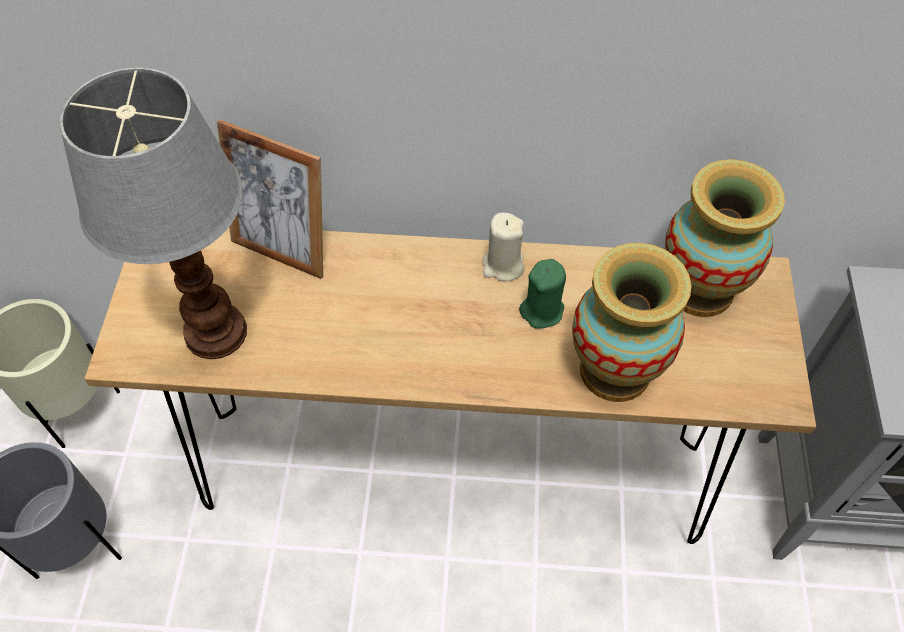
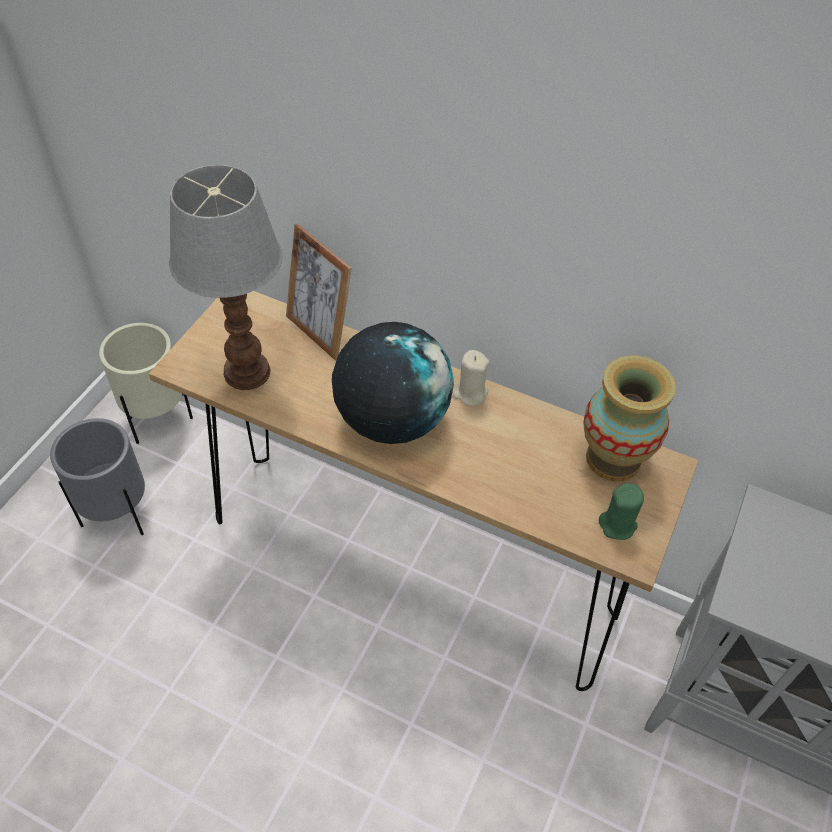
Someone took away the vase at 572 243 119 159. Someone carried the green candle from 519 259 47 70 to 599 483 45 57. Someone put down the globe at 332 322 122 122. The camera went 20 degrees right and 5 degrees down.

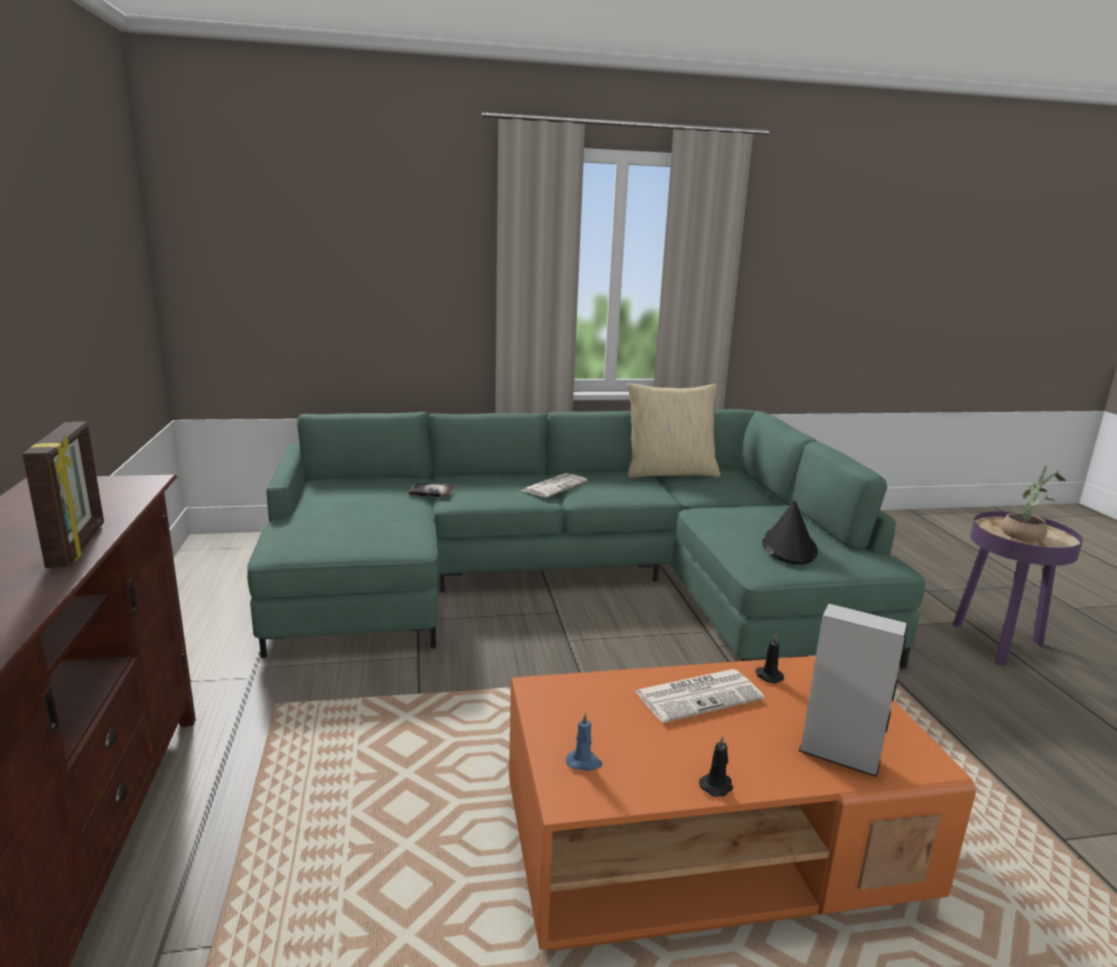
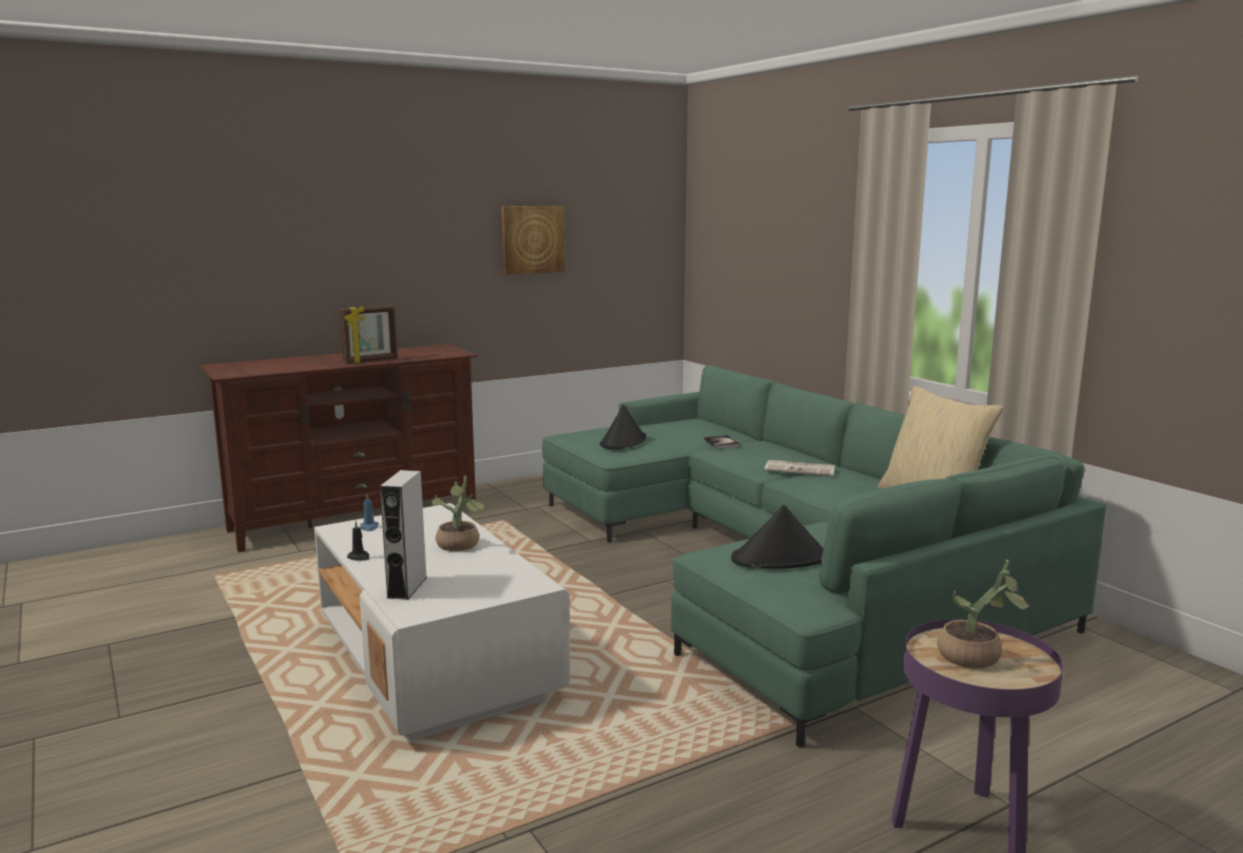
Someone took away the black candle at 755 634 29 49. Someone repainted the orange coffee table at 509 656 467 295, which became the white coffee table at 314 503 256 238. Someone swapped the newspaper at 635 669 129 54 for the potted plant at 432 475 52 76. Someone put up the picture at 501 206 64 68. Someone put down the black hat at 600 404 46 45. The camera went 70 degrees right and 5 degrees down.

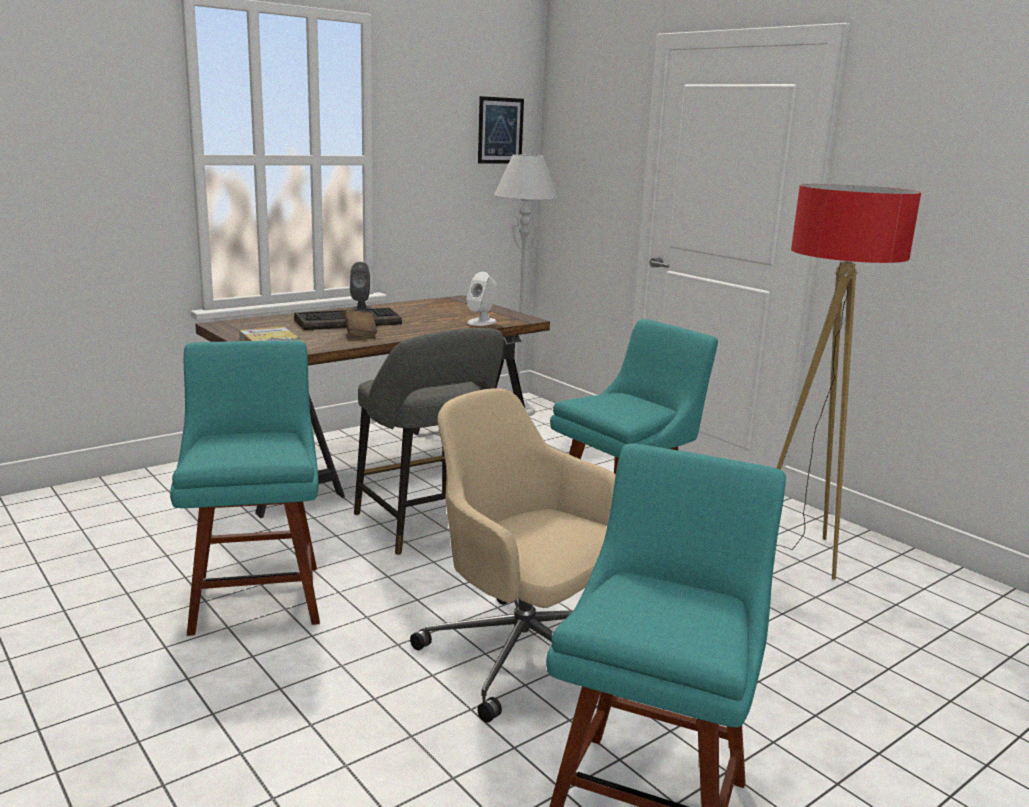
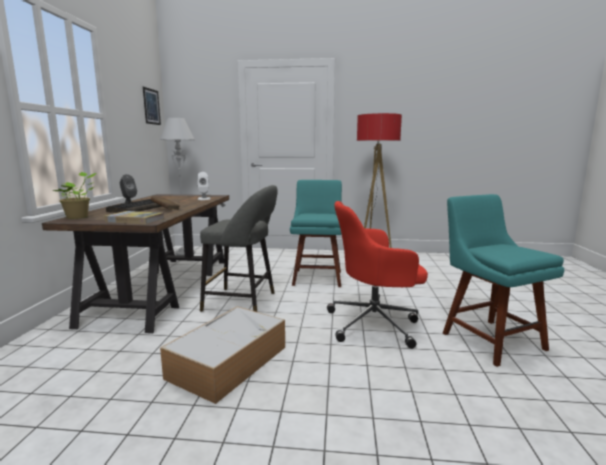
Someone swapped the turquoise chair at 170 341 150 295 for the storage box at 160 306 125 98. Someone repainted the beige office chair at 410 388 206 335, which became the red office chair at 327 201 101 148. Someone put down the potted plant at 53 172 43 47. The camera went 45 degrees left and 5 degrees down.

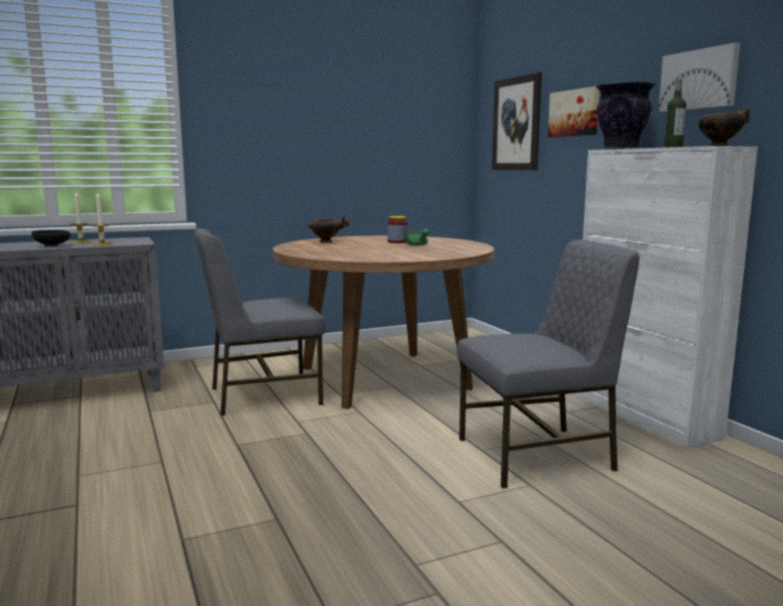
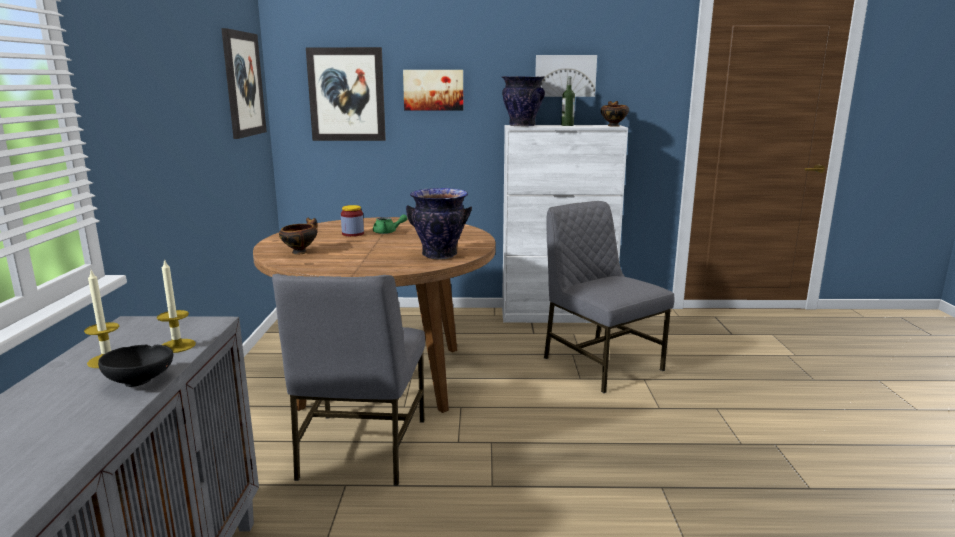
Someone rotated the grey chair at 457 240 182 249 by 45 degrees counterclockwise. Someone put up the picture at 221 28 46 111. Someone put down the vase at 406 188 66 72. The camera went 65 degrees left and 5 degrees up.

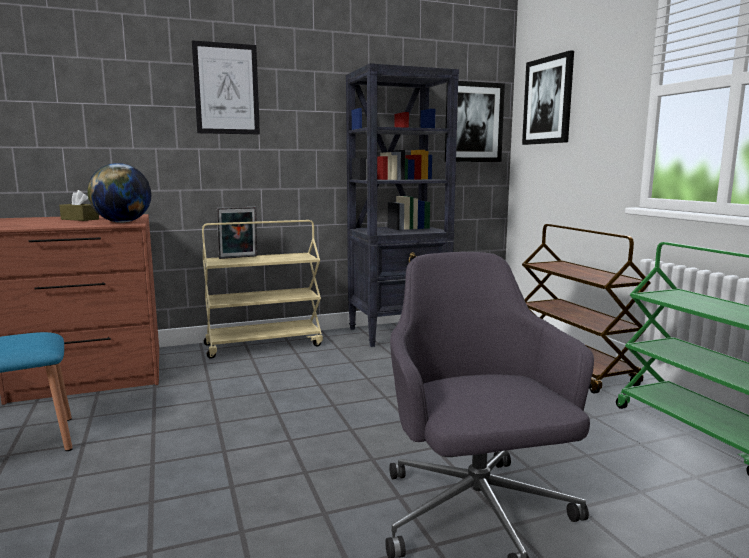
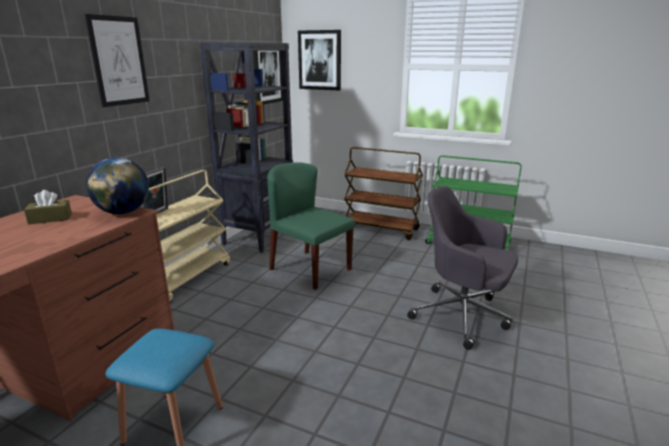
Someone put down the green chair at 267 162 88 128. The camera went 45 degrees left and 10 degrees up.

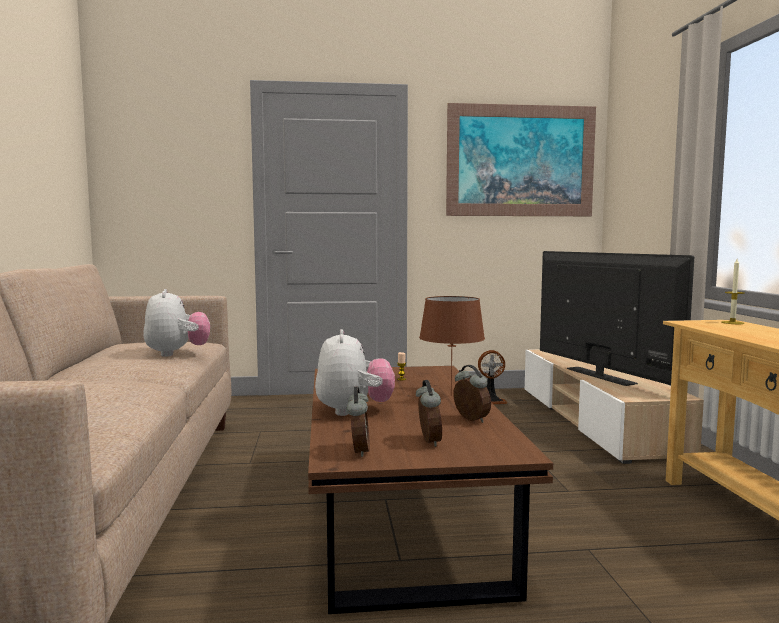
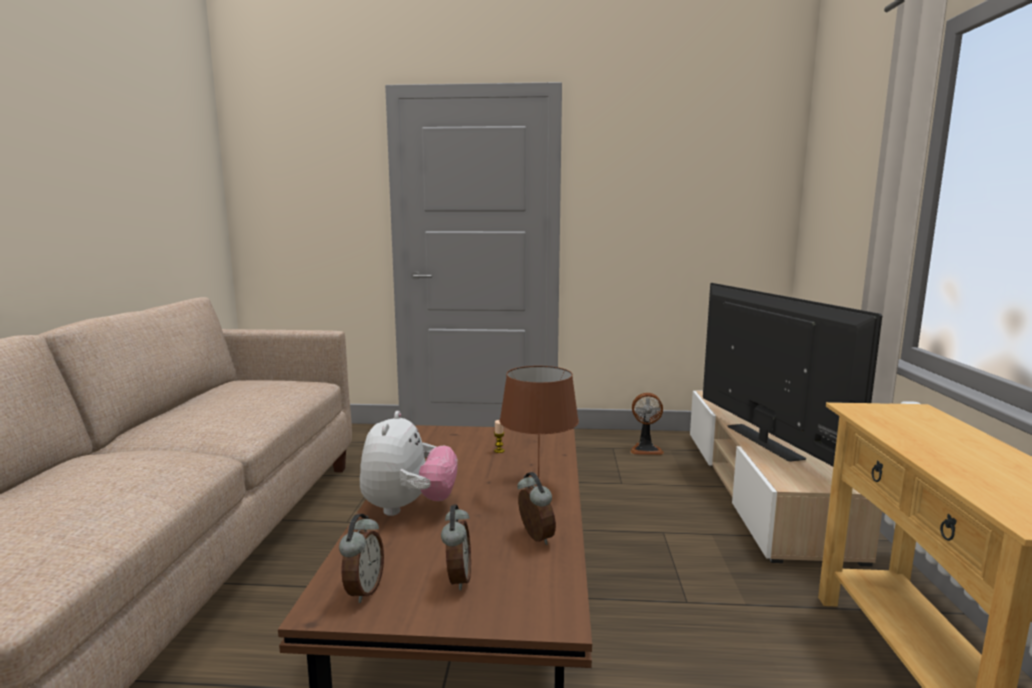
Someone took away the picture at 446 103 150 113. Someone took away the candle at 721 259 23 65. Someone took away the plush toy at 143 289 67 68. The camera went 10 degrees right and 5 degrees up.

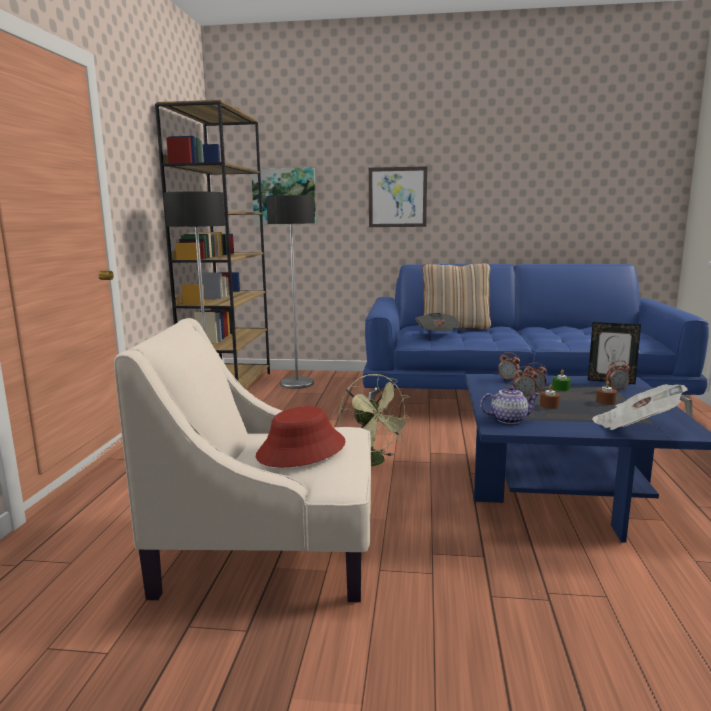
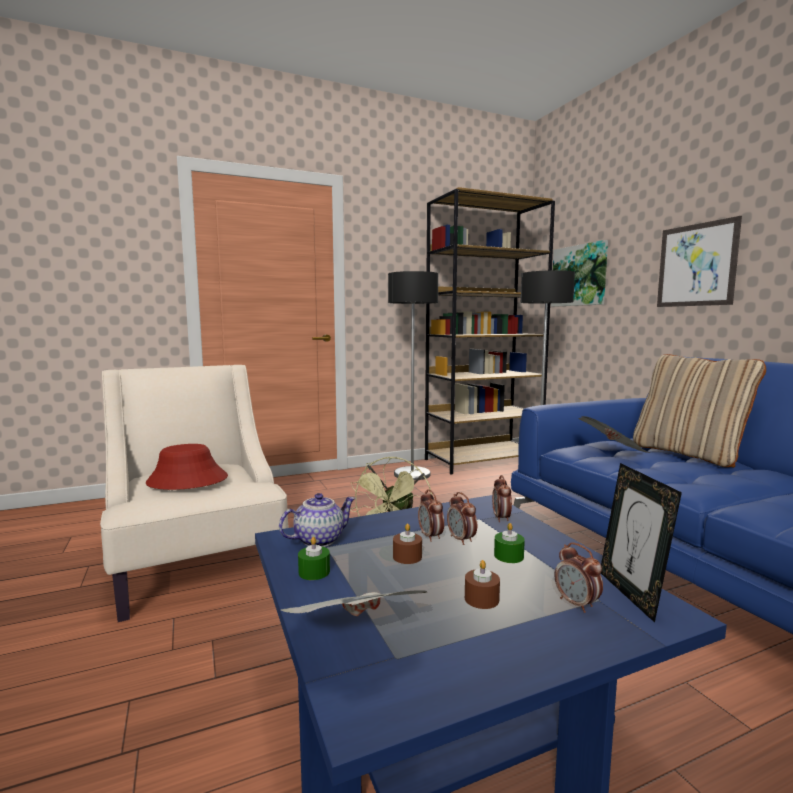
Someone rotated the teapot at 480 386 60 38 by 90 degrees counterclockwise. Someone put down the green candle at 298 537 32 43. The camera went 60 degrees right and 5 degrees down.

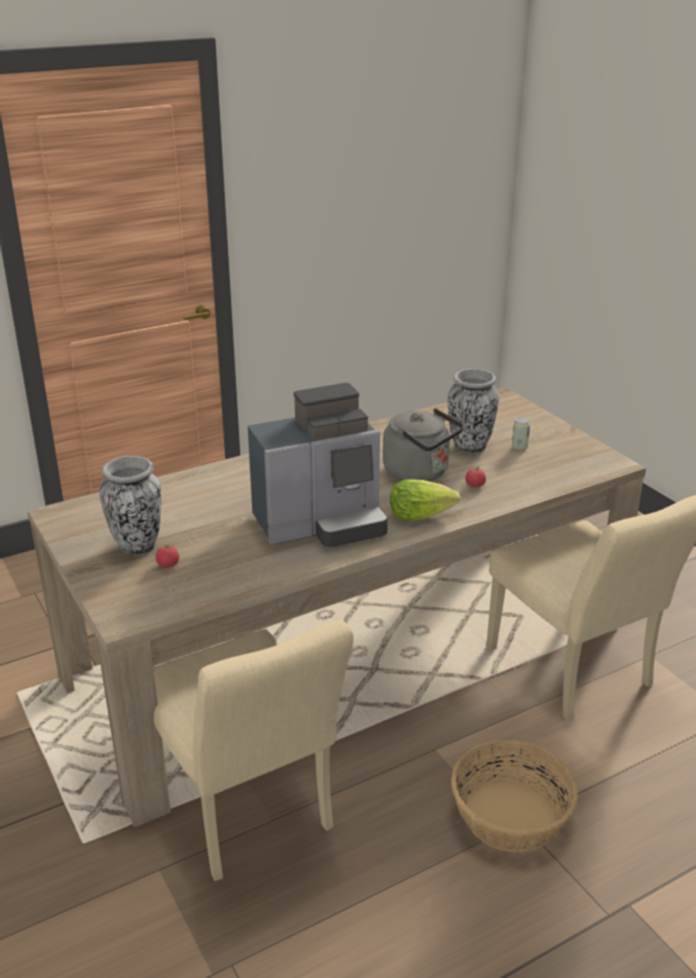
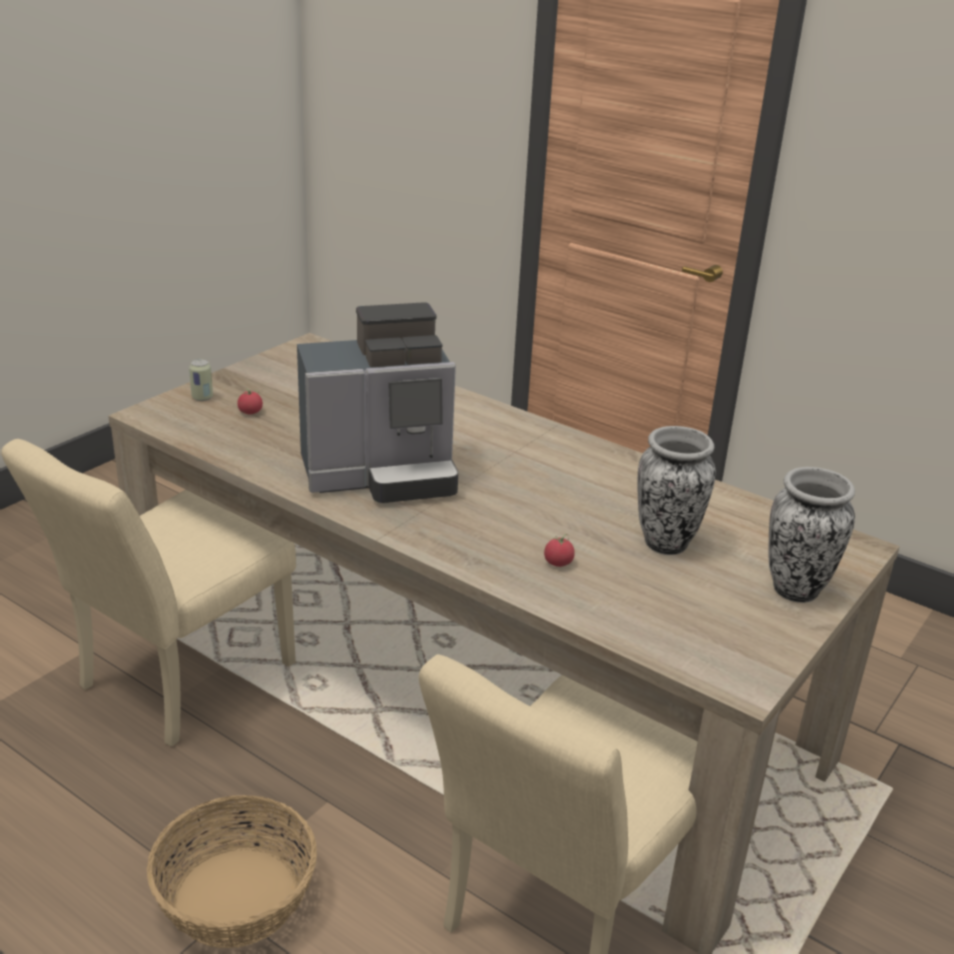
Someone rotated the coffee machine at 248 383 140 164 by 60 degrees counterclockwise. Someone took away the grey kettle at 383 408 81 73. Someone carried the can from 512 417 18 34 to 189 359 24 42. Someone carried the vase from 99 456 63 99 to 769 467 86 136. Someone took away the lettuce at 390 479 71 42. The camera went 65 degrees right and 0 degrees up.

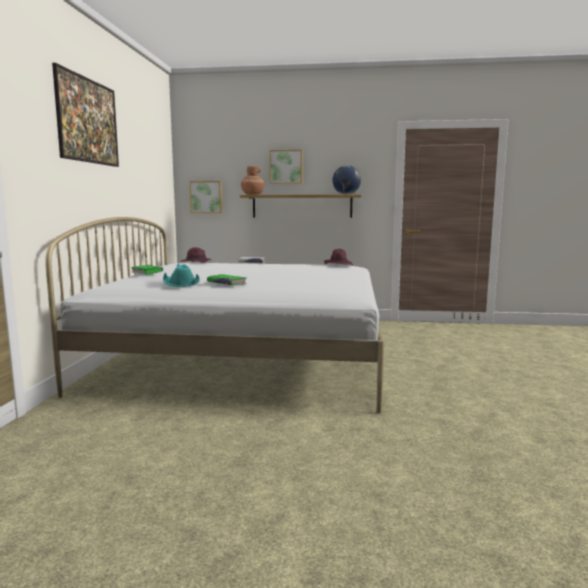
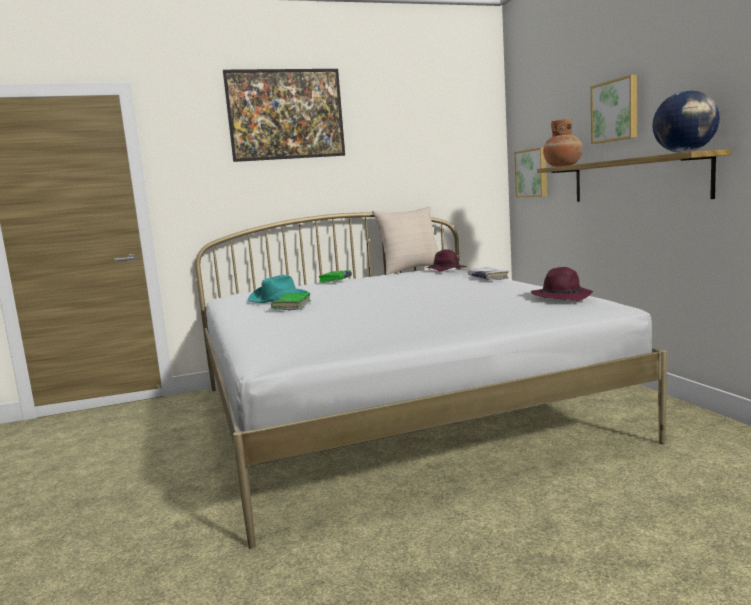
Someone put down the beige pillow at 372 206 67 69. The camera went 65 degrees right and 0 degrees up.

